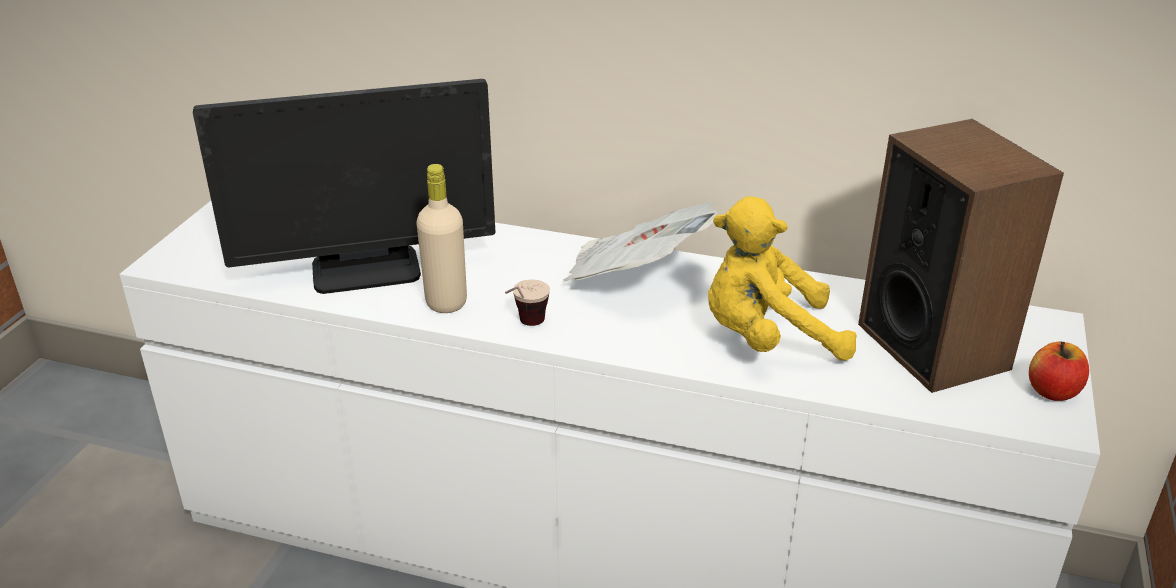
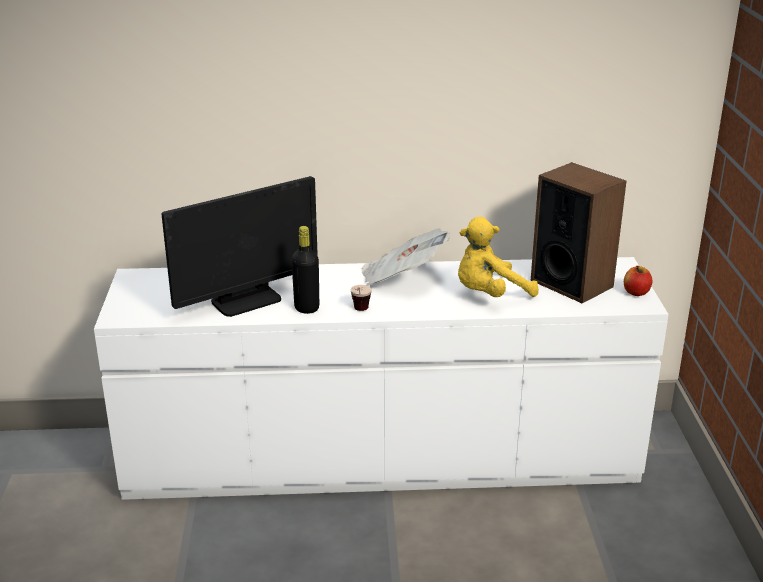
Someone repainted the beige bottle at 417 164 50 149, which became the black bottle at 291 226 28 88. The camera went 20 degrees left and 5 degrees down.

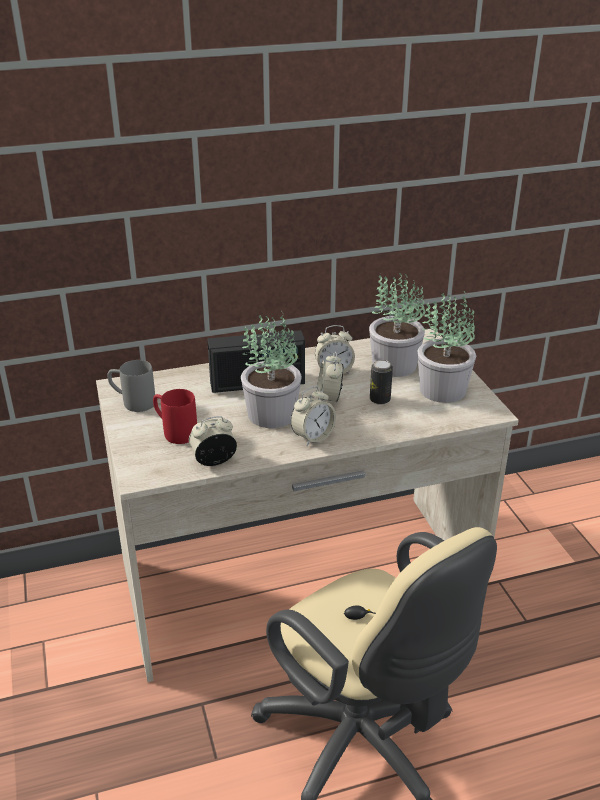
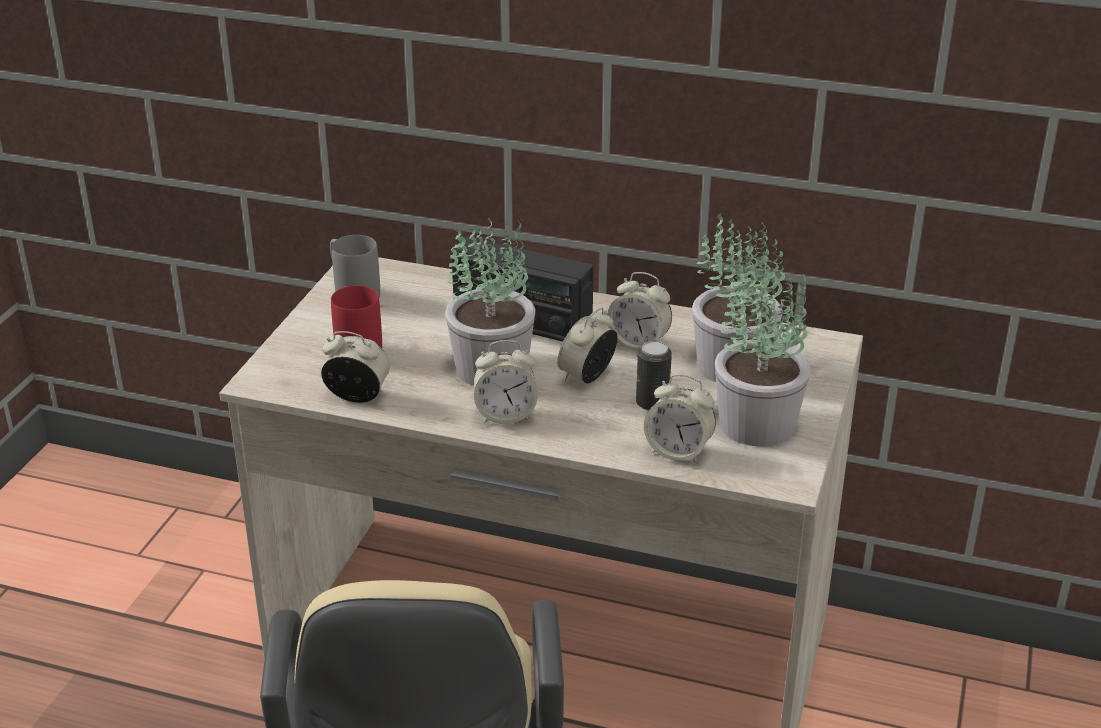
Someone put down the alarm clock at 644 374 72 90. The camera went 35 degrees right and 0 degrees up.

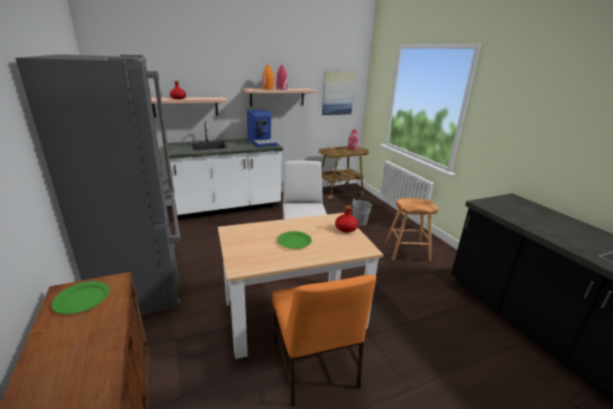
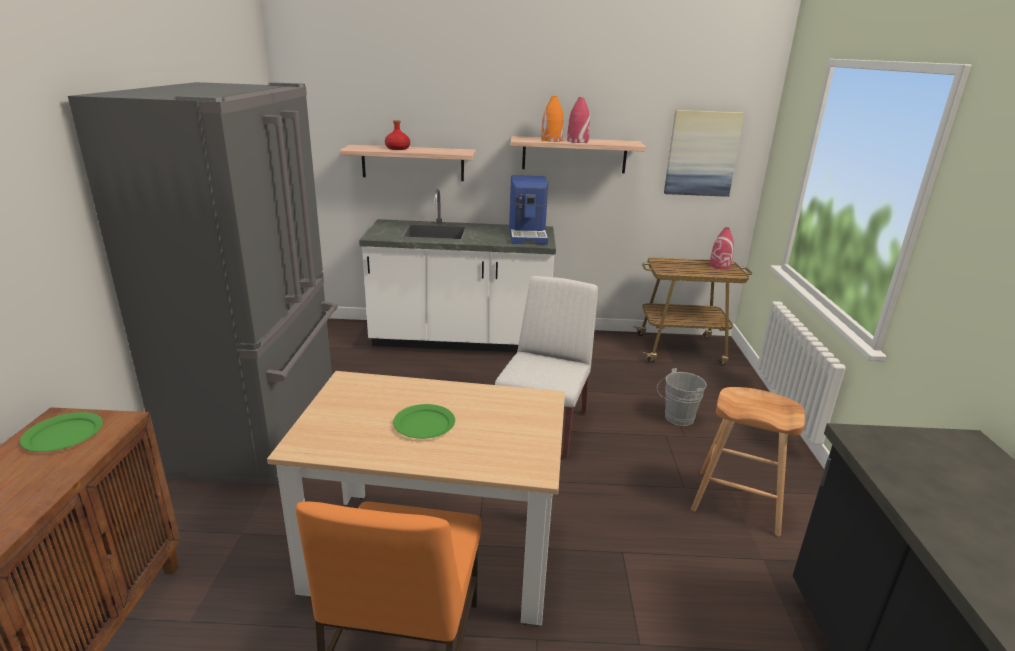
Someone took away the red bottle at 335 205 23 27. The camera went 25 degrees right and 0 degrees up.

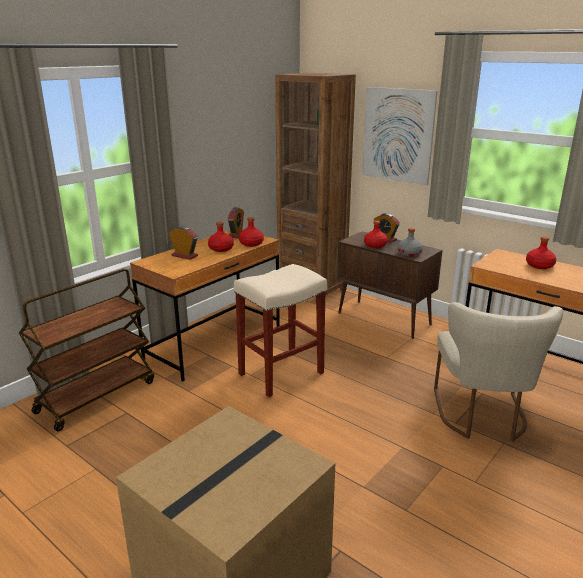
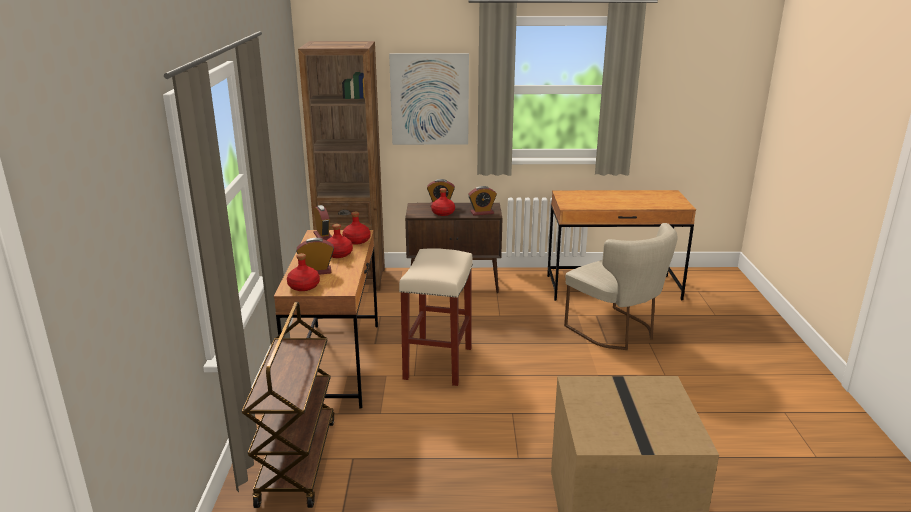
Someone swapped the grey bottle at 398 228 25 28 for the alarm clock at 468 186 29 30. Someone carried the red bottle from 526 236 30 33 to 287 253 33 38. The camera went 40 degrees left and 0 degrees up.

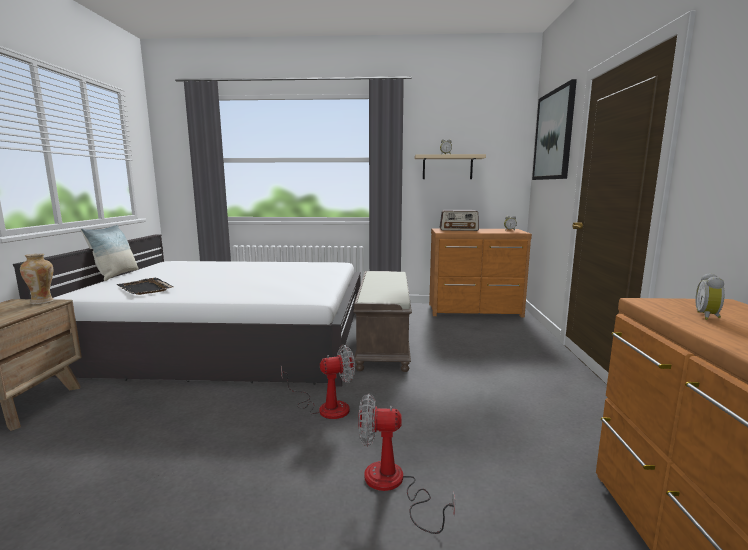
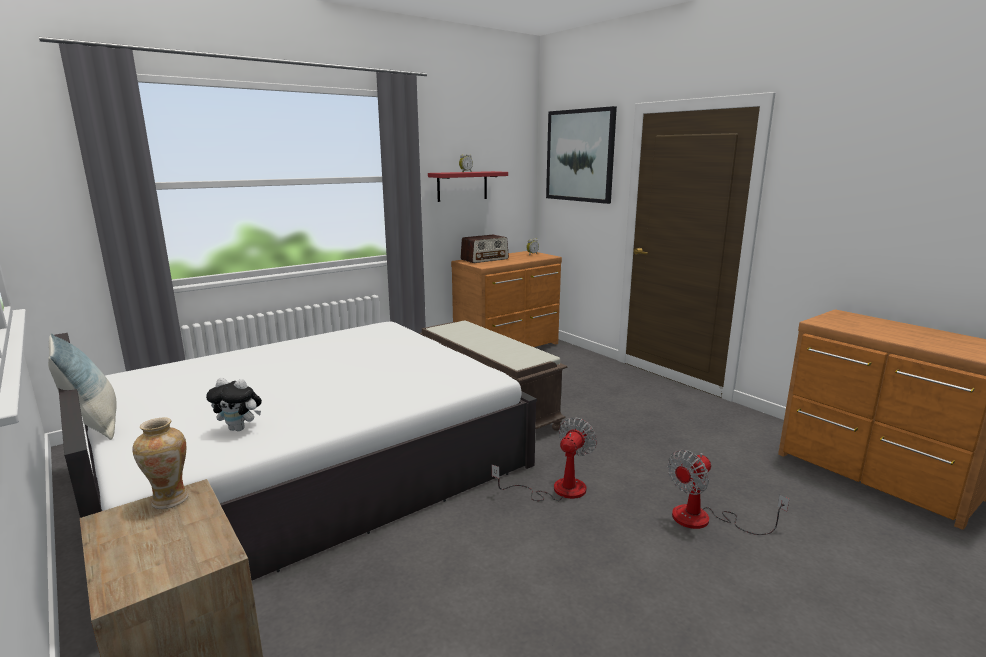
Someone repainted the beige shelf at 415 154 71 25, which became the red shelf at 428 171 80 31. Someone took away the alarm clock at 696 273 29 47. Someone swapped the black tray at 116 277 58 18 for the plush toy at 206 378 56 53. The camera went 40 degrees left and 5 degrees up.

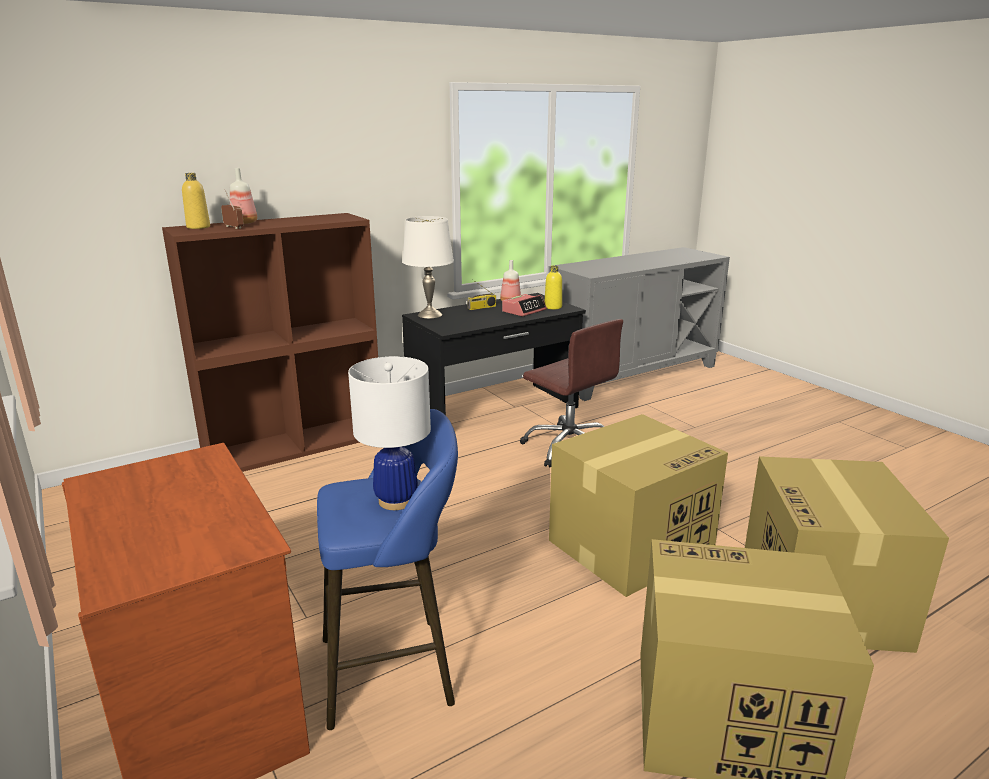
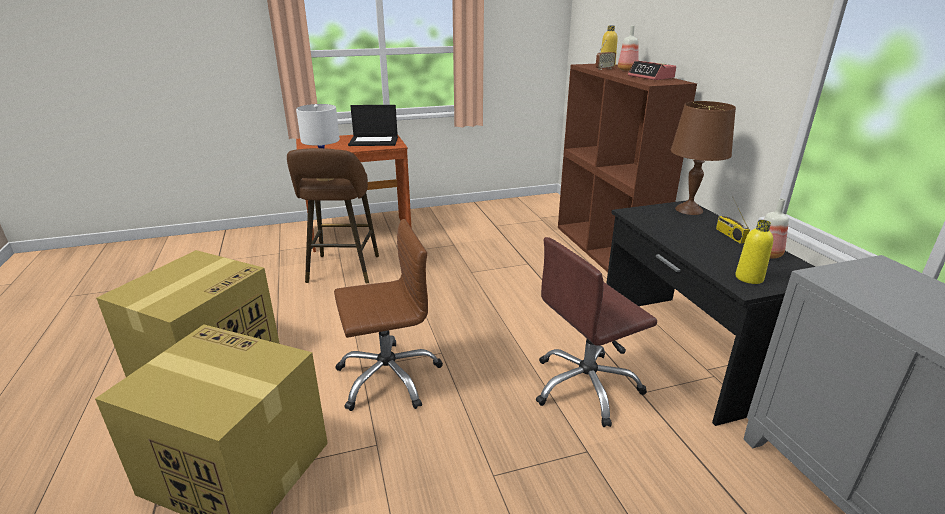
Someone repainted the white table lamp at 402 216 52 102, which became the brown table lamp at 671 101 65 114. Someone carried the alarm clock from 502 294 45 23 to 628 60 48 20. Someone repainted the blue stool at 317 409 141 321, which became the brown stool at 287 148 92 135. Someone swapped the cardboard box at 549 414 179 183 for the brown office chair at 334 219 109 192. Someone put down the laptop at 348 105 50 41. The camera went 105 degrees right and 5 degrees up.

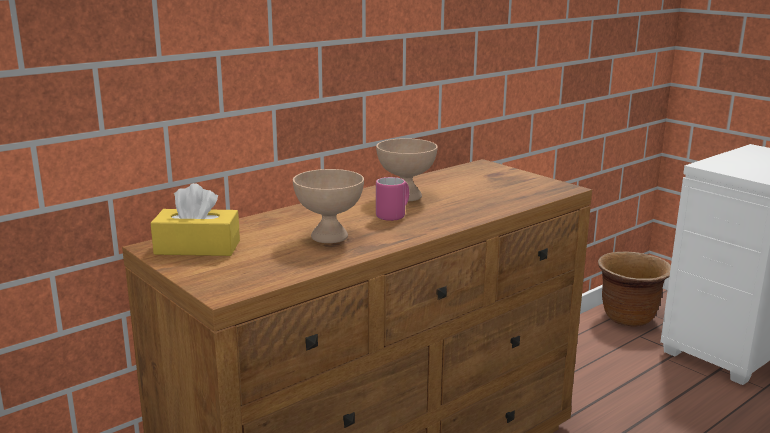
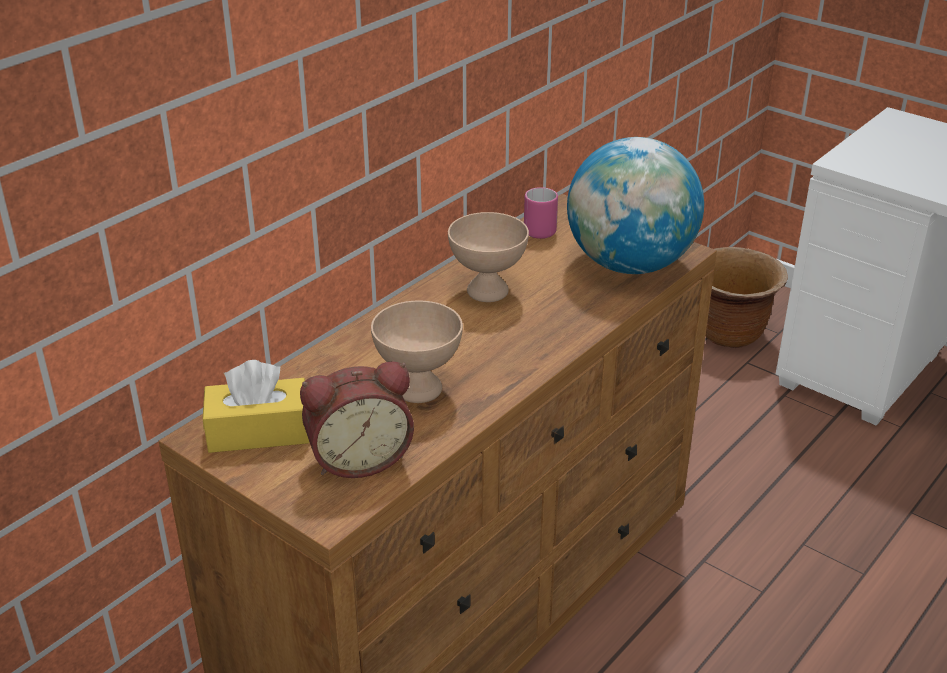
Someone carried the pink mug from 376 177 33 44 to 524 187 34 52. Someone put down the globe at 567 137 137 137. Someone put down the alarm clock at 300 361 114 117. The camera went 10 degrees left and 15 degrees up.

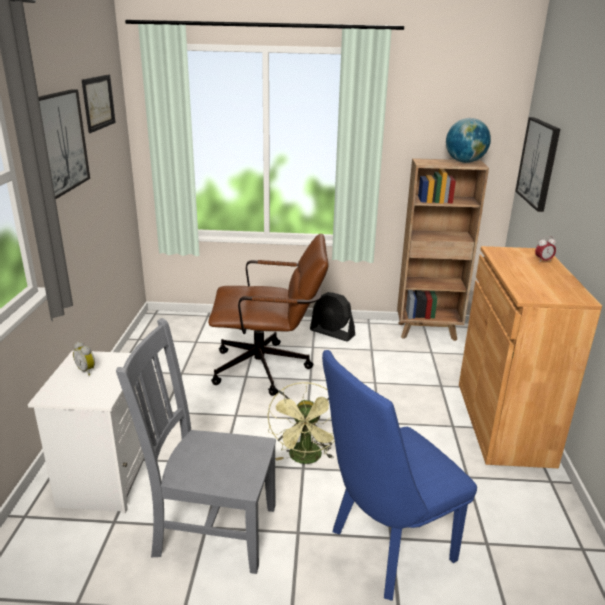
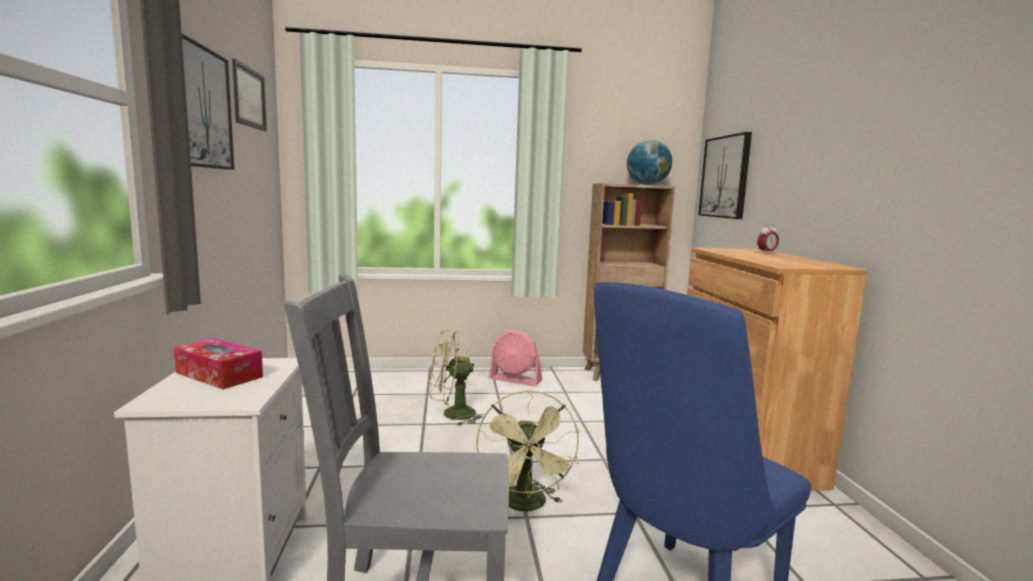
Someone swapped the brown office chair at 208 233 121 163 for the green fan at 429 330 57 96. Someone repainted the black fan at 310 292 45 50, which became the pink fan at 489 330 53 56. Someone swapped the alarm clock at 73 342 22 33 for the tissue box at 174 338 89 51. The camera went 10 degrees left and 15 degrees down.

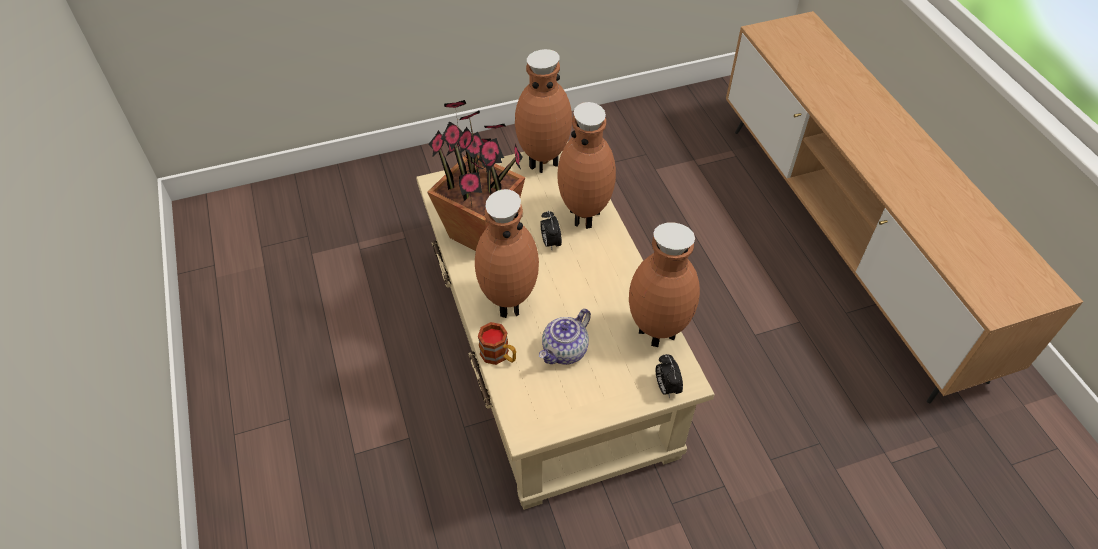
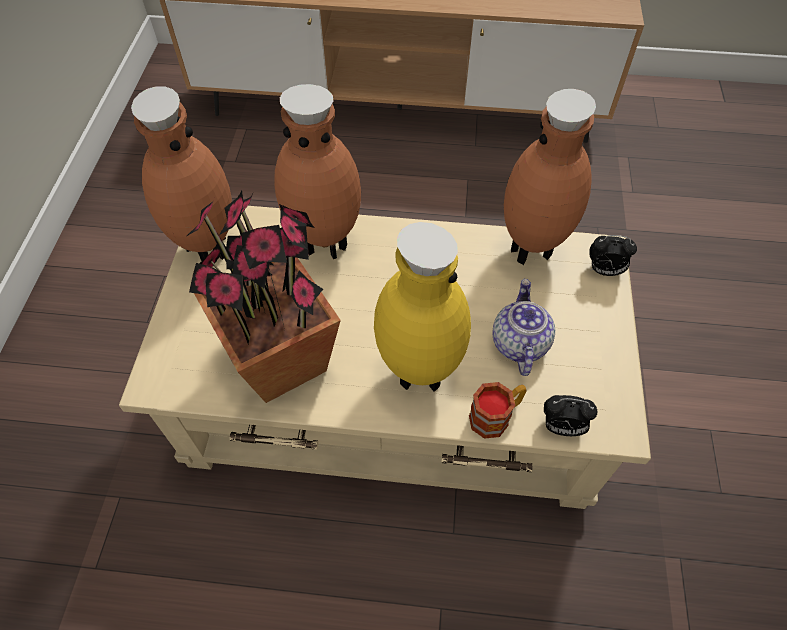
Someone repainted the brown vase at 475 189 64 129, which became the yellow vase at 374 222 97 170. Someone carried the alarm clock from 540 211 22 39 to 544 395 53 41. Someone rotated the teapot at 539 309 52 56 by 150 degrees counterclockwise. The camera went 65 degrees left and 5 degrees up.

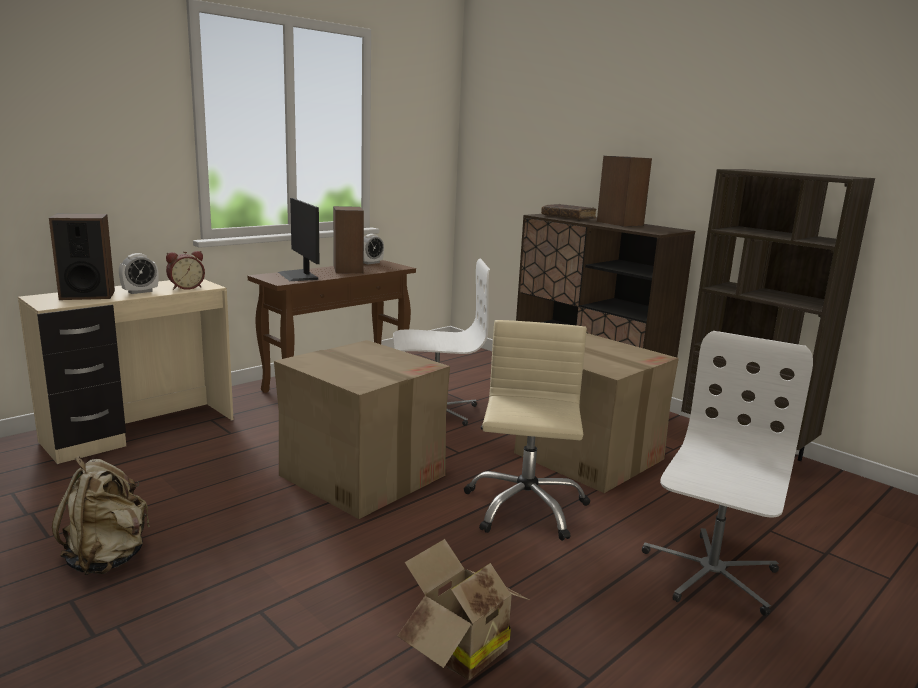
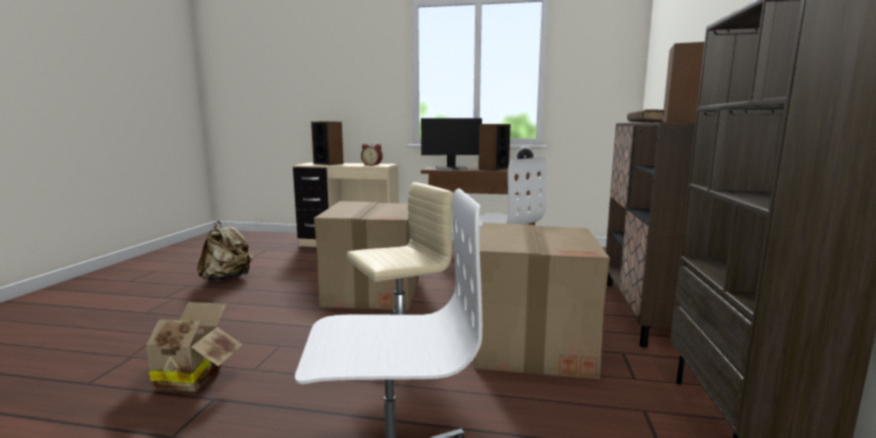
Someone rotated the monitor at 278 198 42 83 by 120 degrees counterclockwise. Someone took away the alarm clock at 119 253 40 41. The camera went 55 degrees right and 5 degrees down.

